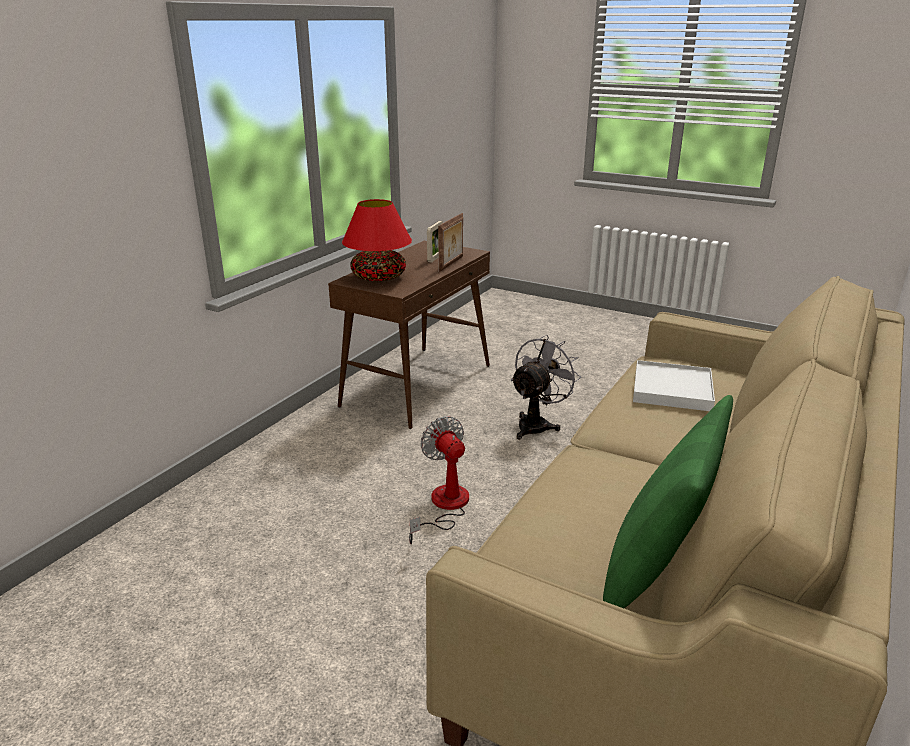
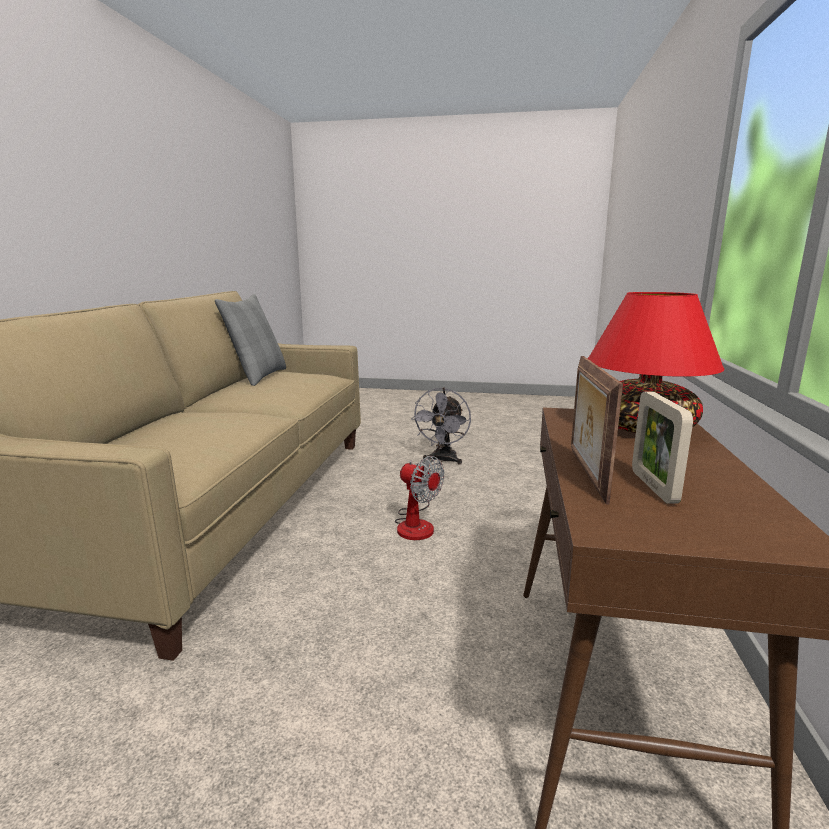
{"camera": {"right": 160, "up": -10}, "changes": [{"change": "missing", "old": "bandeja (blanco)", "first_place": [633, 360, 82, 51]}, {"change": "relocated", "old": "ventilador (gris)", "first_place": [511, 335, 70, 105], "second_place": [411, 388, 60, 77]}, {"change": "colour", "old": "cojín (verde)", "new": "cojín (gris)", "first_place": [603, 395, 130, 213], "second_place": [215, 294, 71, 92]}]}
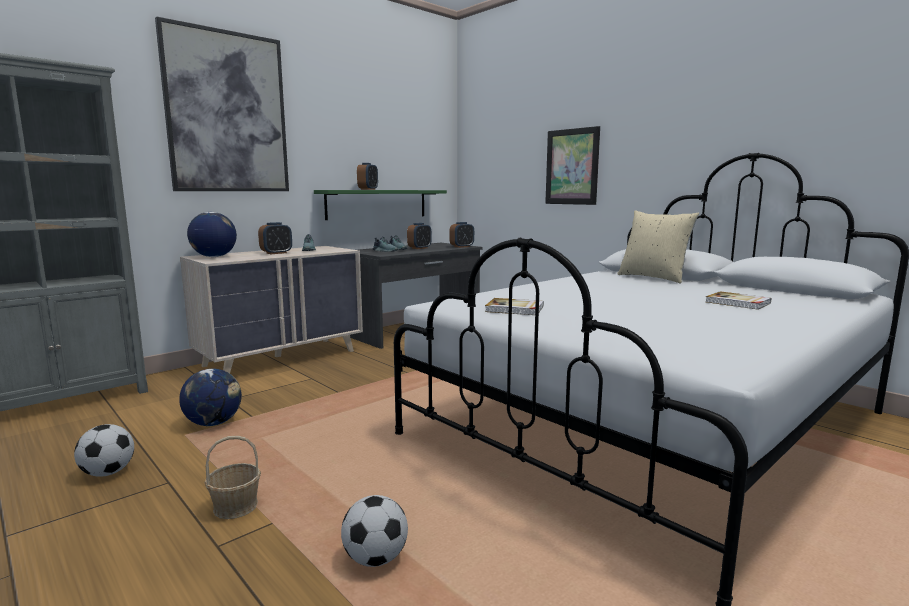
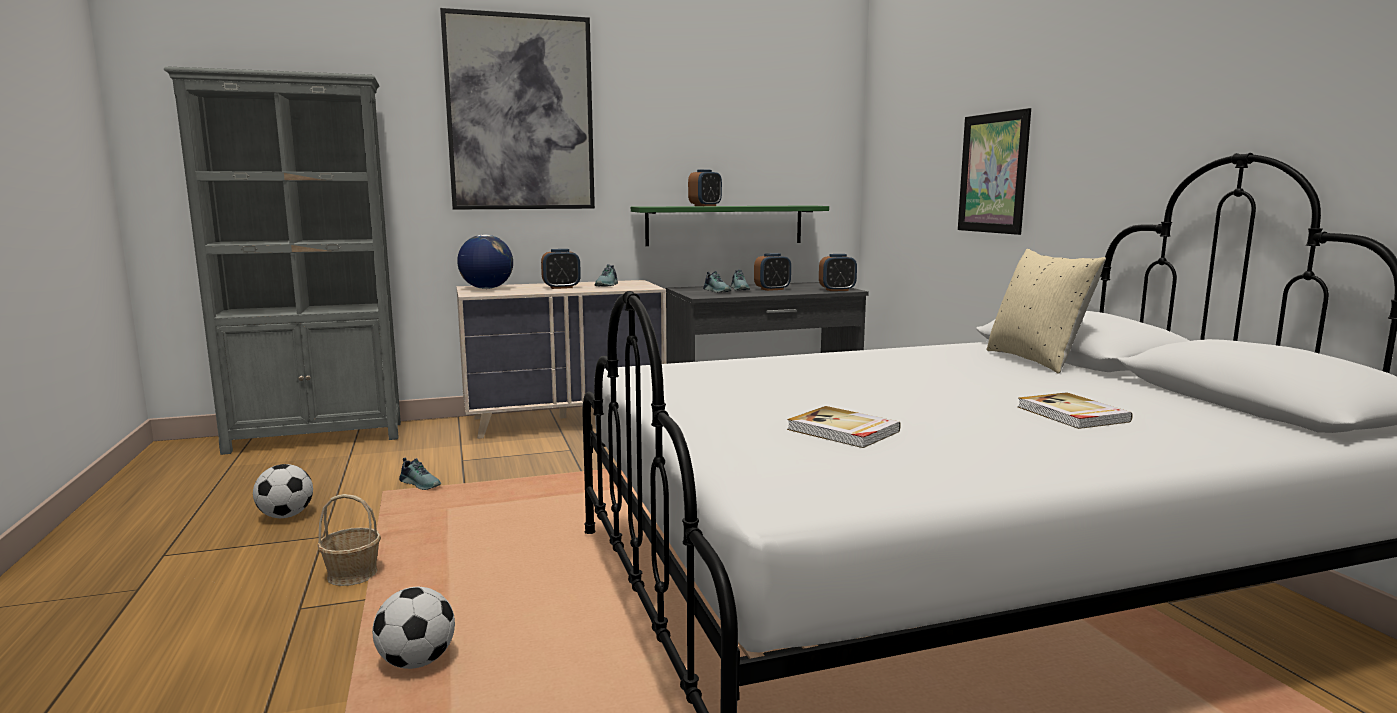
{"camera": {"right": 25, "up": 0}, "changes": [{"change": "relocated", "old": "libro", "first_place": [485, 298, 59, 17], "second_place": [787, 406, 114, 42]}, {"change": "exchanged", "old": "globo terráqueo", "new": "zapato", "first_place": [179, 369, 63, 57], "second_place": [399, 458, 42, 32]}]}
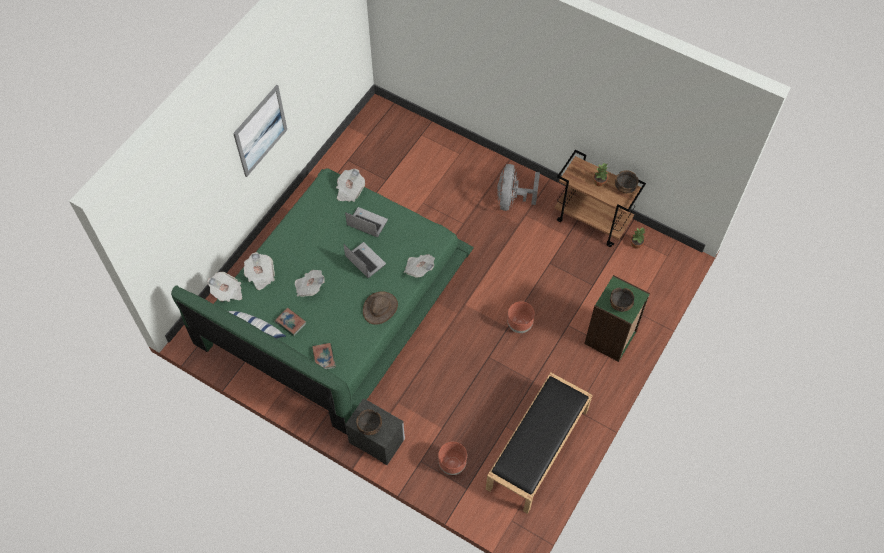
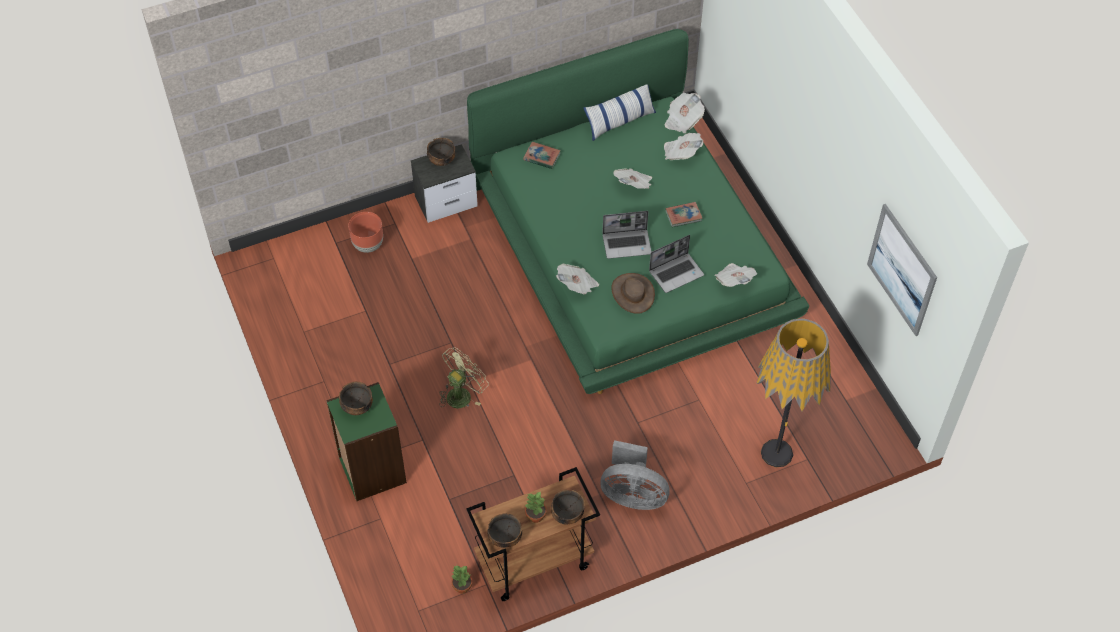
{"camera": {"right": 125, "up": -5}, "changes": [{"change": "missing", "old": "banco (negro)", "first_place": [486, 372, 107, 142]}, {"change": "appeared", "new": "cuenco", "second_place": [551, 489, 34, 36]}, {"change": "appeared", "new": "lámpara de pie", "second_place": [756, 319, 75, 148]}, {"change": "relocated", "old": "cuadro", "first_place": [233, 85, 54, 92], "second_place": [867, 204, 70, 132]}, {"change": "relocated", "old": "libro", "first_place": [275, 307, 31, 29], "second_place": [665, 202, 38, 26]}, {"change": "relocated", "old": "sombrero (marrón)", "first_place": [363, 291, 35, 34], "second_place": [611, 273, 44, 41]}, {"change": "exchanged", "old": "maceta (marrón)", "new": "ventilador (verde)", "first_place": [507, 301, 28, 32], "second_place": [439, 347, 50, 61]}, {"change": "spun", "old": "ventilador (gris)", "first_place": [497, 164, 43, 47], "second_place": [600, 440, 70, 70], "degrees": 150}]}
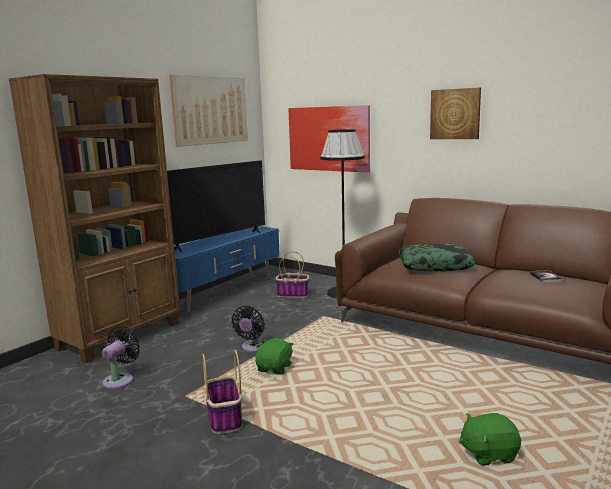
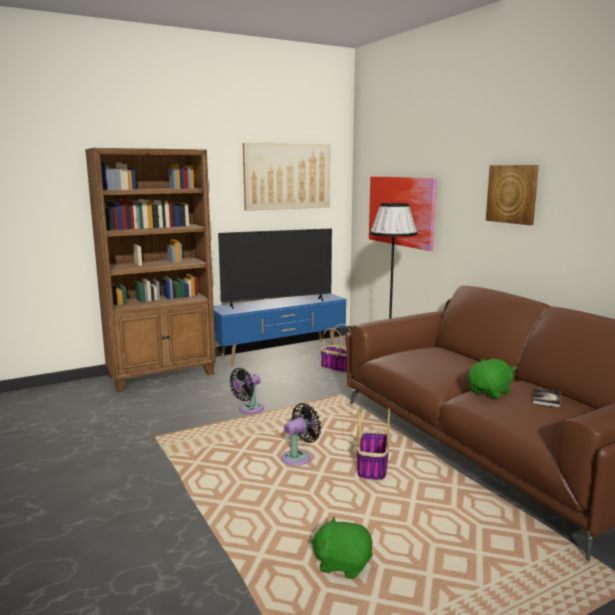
{"camera": {"right": 25, "up": 0}, "changes": [{"change": "missing", "old": "cojín", "first_place": [398, 244, 77, 27]}, {"change": "relocated", "old": "ventilador (negro)", "first_place": [102, 326, 38, 63], "second_place": [281, 403, 40, 63]}, {"change": "relocated", "old": "cesta", "first_place": [202, 350, 40, 84], "second_place": [356, 406, 34, 75]}, {"change": "relocated", "old": "peluche (verde)", "first_place": [255, 338, 39, 37], "second_place": [468, 358, 48, 41]}]}
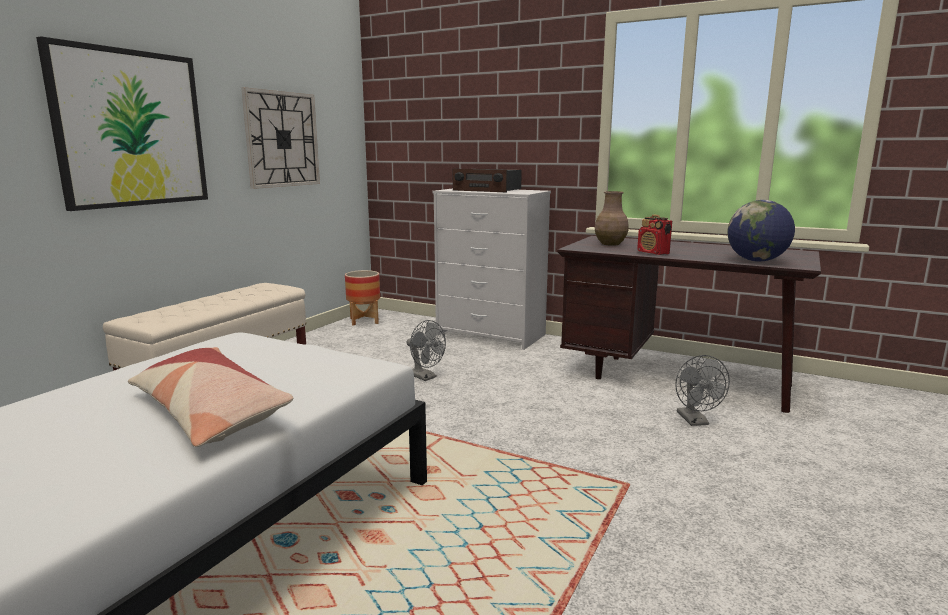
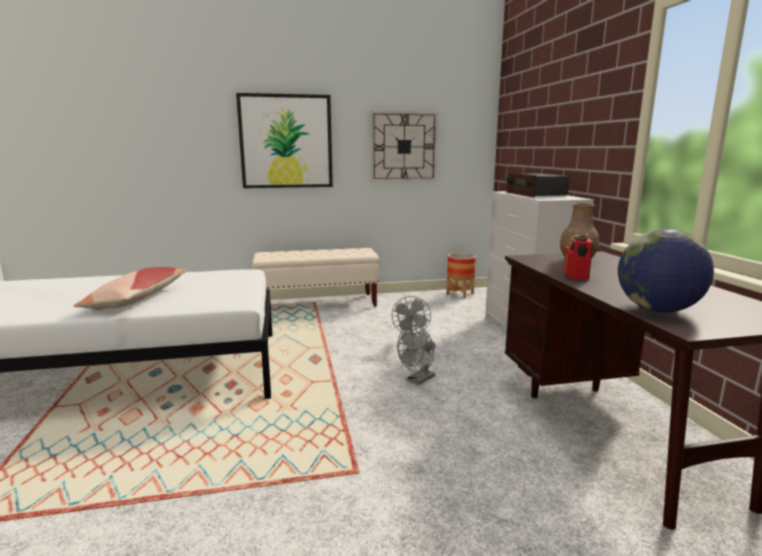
{"camera": {"right": 50, "up": 0}, "changes": [{"change": "relocated", "old": "ventilador (gris)", "first_place": [675, 355, 55, 71], "second_place": [397, 325, 39, 60]}]}
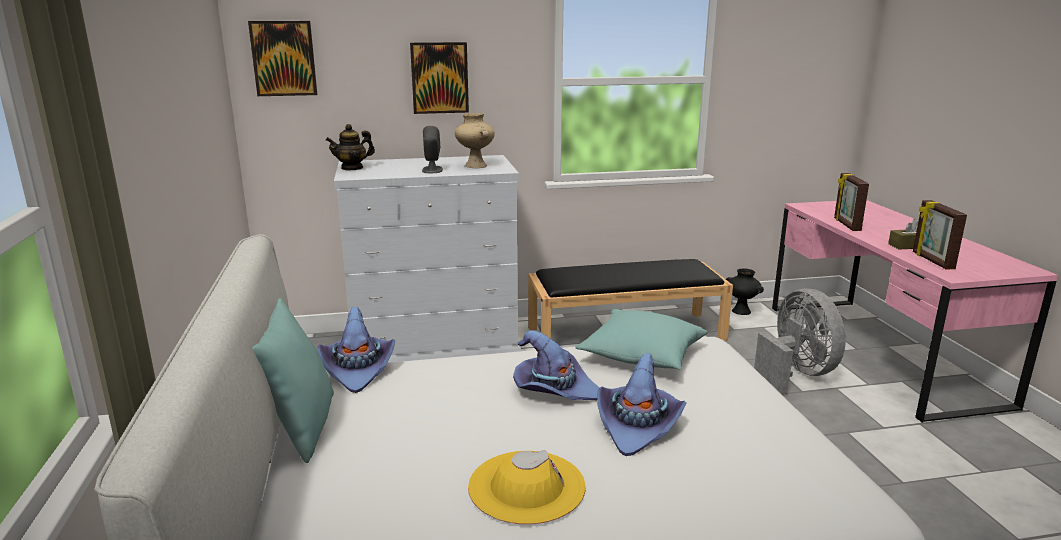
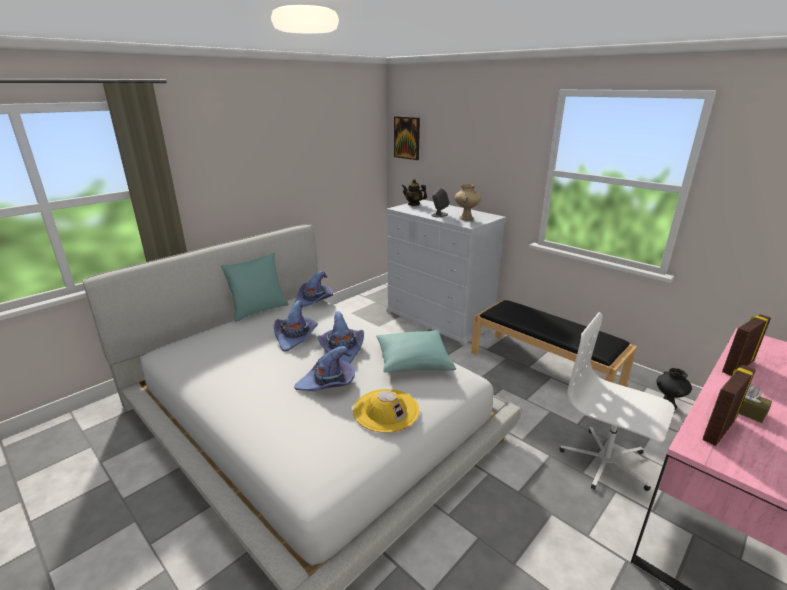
{"camera": {"right": 55, "up": 5}, "changes": [{"change": "missing", "old": "cuadro", "first_place": [410, 42, 59, 72]}, {"change": "appeared", "new": "sombrero (morado)", "second_place": [274, 300, 44, 52]}, {"change": "relocated", "old": "sombrero (amarillo)", "first_place": [468, 450, 118, 75], "second_place": [353, 389, 66, 44]}, {"change": "exchanged", "old": "ventilador (gris)", "new": "silla de oficina (blanco)", "first_place": [754, 288, 92, 107], "second_place": [559, 312, 116, 179]}]}
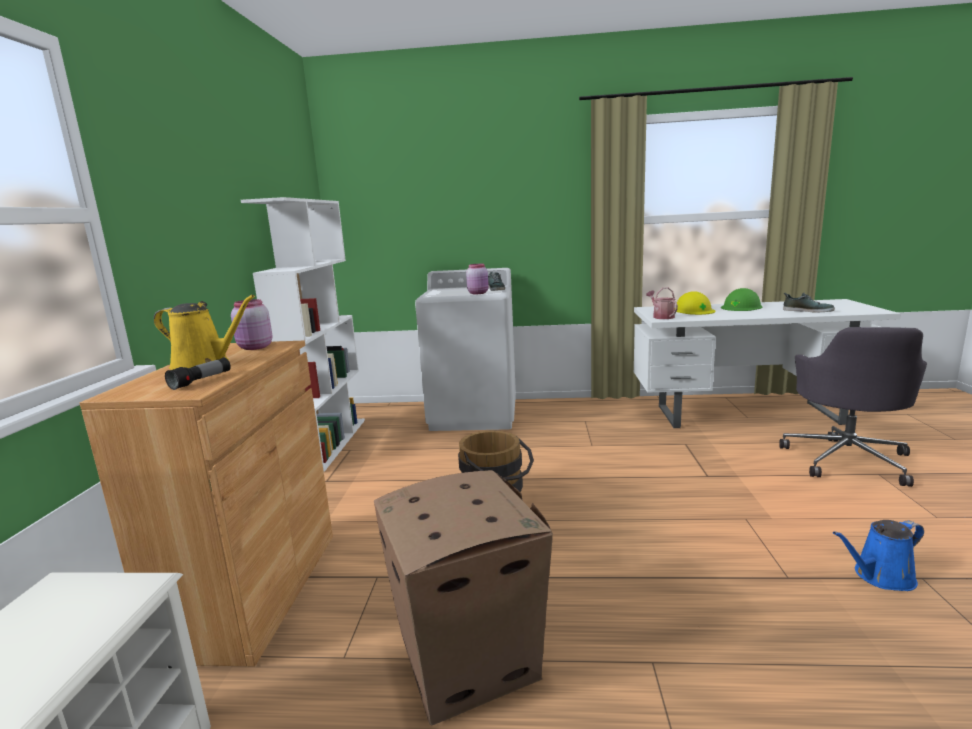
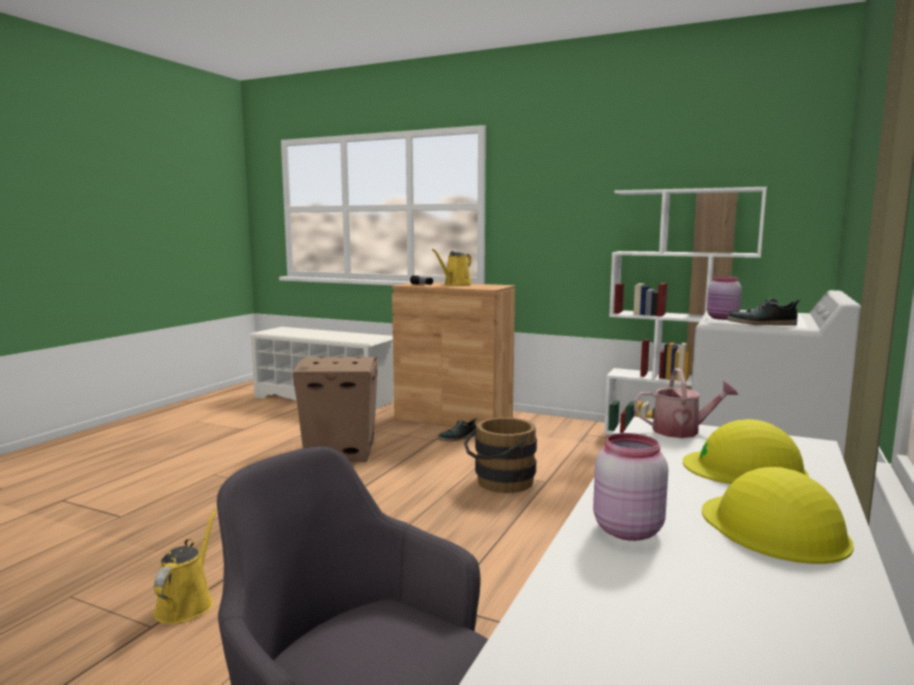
{"camera": {"right": 110, "up": -5}, "changes": [{"change": "relocated", "old": "tarro (rosa)", "first_place": [231, 299, 42, 51], "second_place": [593, 433, 75, 108]}, {"change": "relocated", "old": "zapato", "first_place": [783, 293, 52, 20], "second_place": [438, 418, 39, 23]}, {"change": "colour", "old": "casco (verde)", "new": "casco (amarillo)", "first_place": [721, 288, 41, 23], "second_place": [702, 467, 152, 97]}, {"change": "colour", "old": "regadera (azul)", "new": "regadera (amarillo)", "first_place": [833, 520, 91, 71], "second_place": [153, 509, 64, 115]}]}
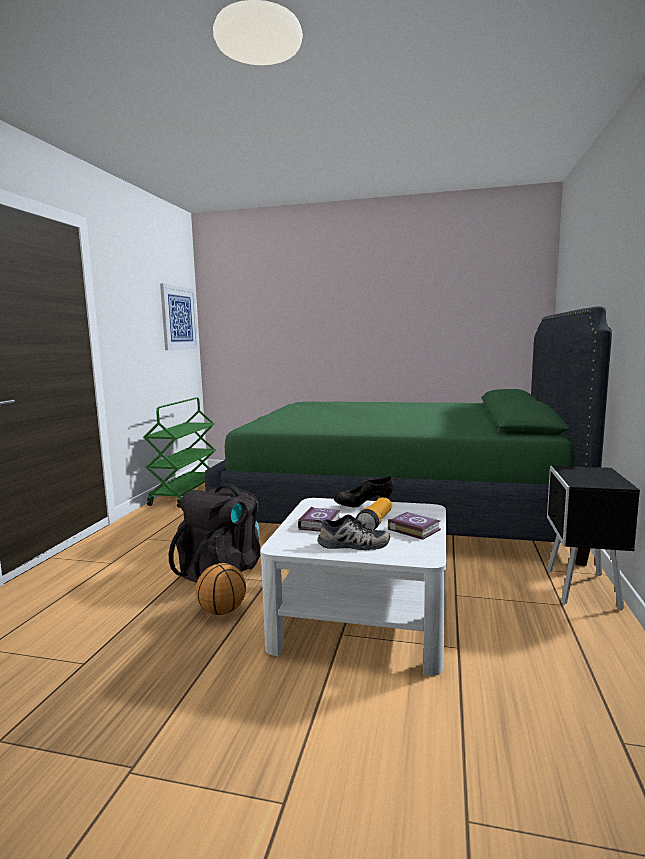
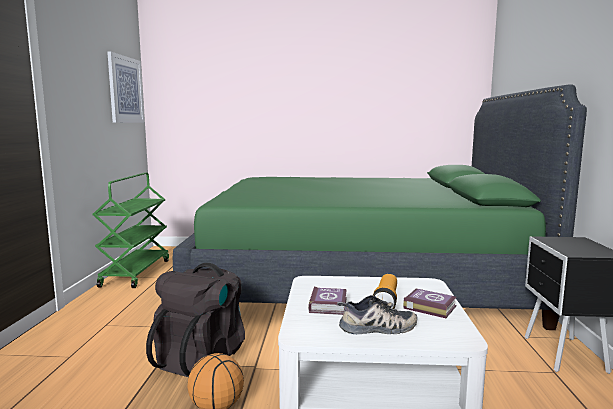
{"camera": {"right": -10, "up": 0}, "changes": [{"change": "missing", "old": "zapato (negro)", "first_place": [334, 476, 60, 31]}]}
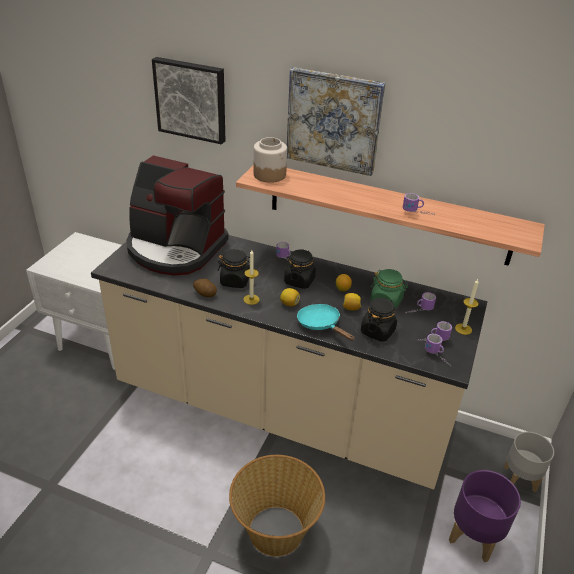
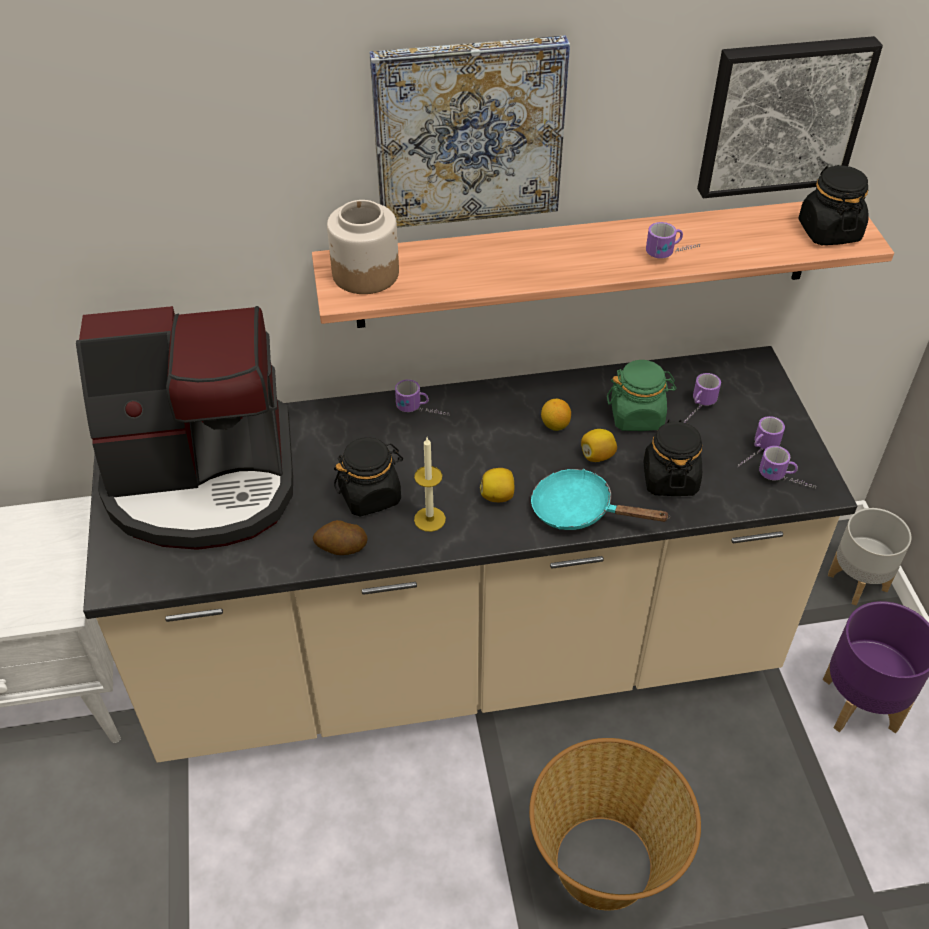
{"camera": {"right": -30, "up": 10}, "changes": [{"change": "missing", "old": "vela", "first_place": [455, 279, 24, 56]}, {"change": "relocated", "old": "cuadro", "first_place": [152, 57, 73, 88], "second_place": [697, 36, 186, 162]}, {"change": "relocated", "old": "tarro (negro)", "first_place": [284, 249, 32, 40], "second_place": [799, 165, 70, 80]}]}
